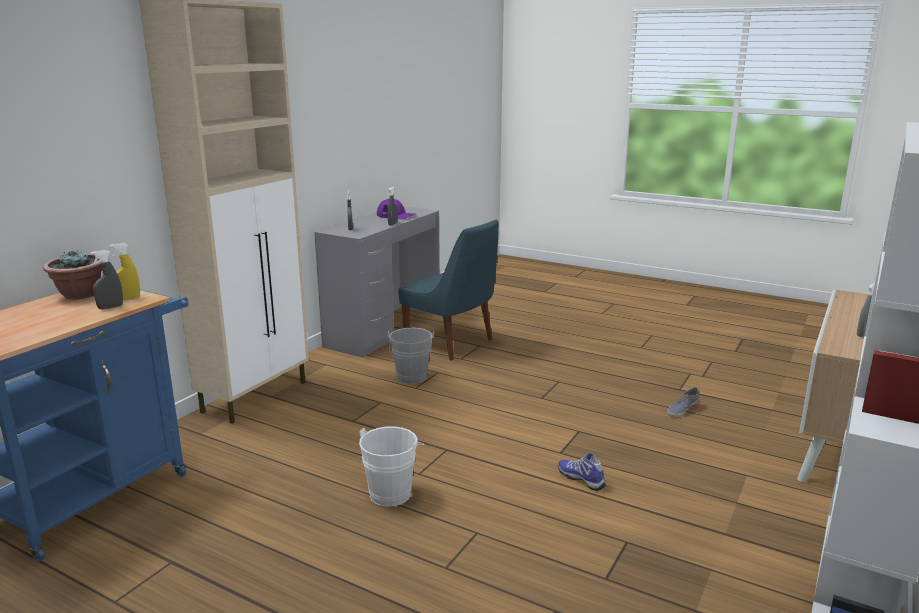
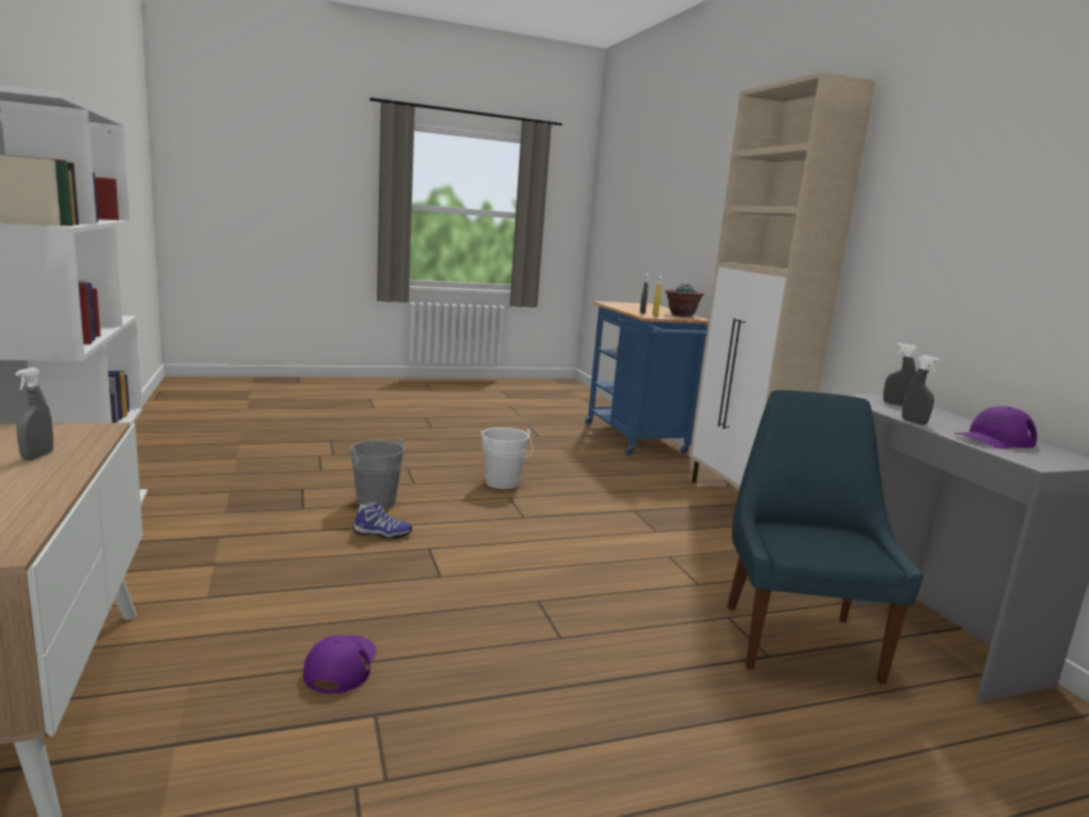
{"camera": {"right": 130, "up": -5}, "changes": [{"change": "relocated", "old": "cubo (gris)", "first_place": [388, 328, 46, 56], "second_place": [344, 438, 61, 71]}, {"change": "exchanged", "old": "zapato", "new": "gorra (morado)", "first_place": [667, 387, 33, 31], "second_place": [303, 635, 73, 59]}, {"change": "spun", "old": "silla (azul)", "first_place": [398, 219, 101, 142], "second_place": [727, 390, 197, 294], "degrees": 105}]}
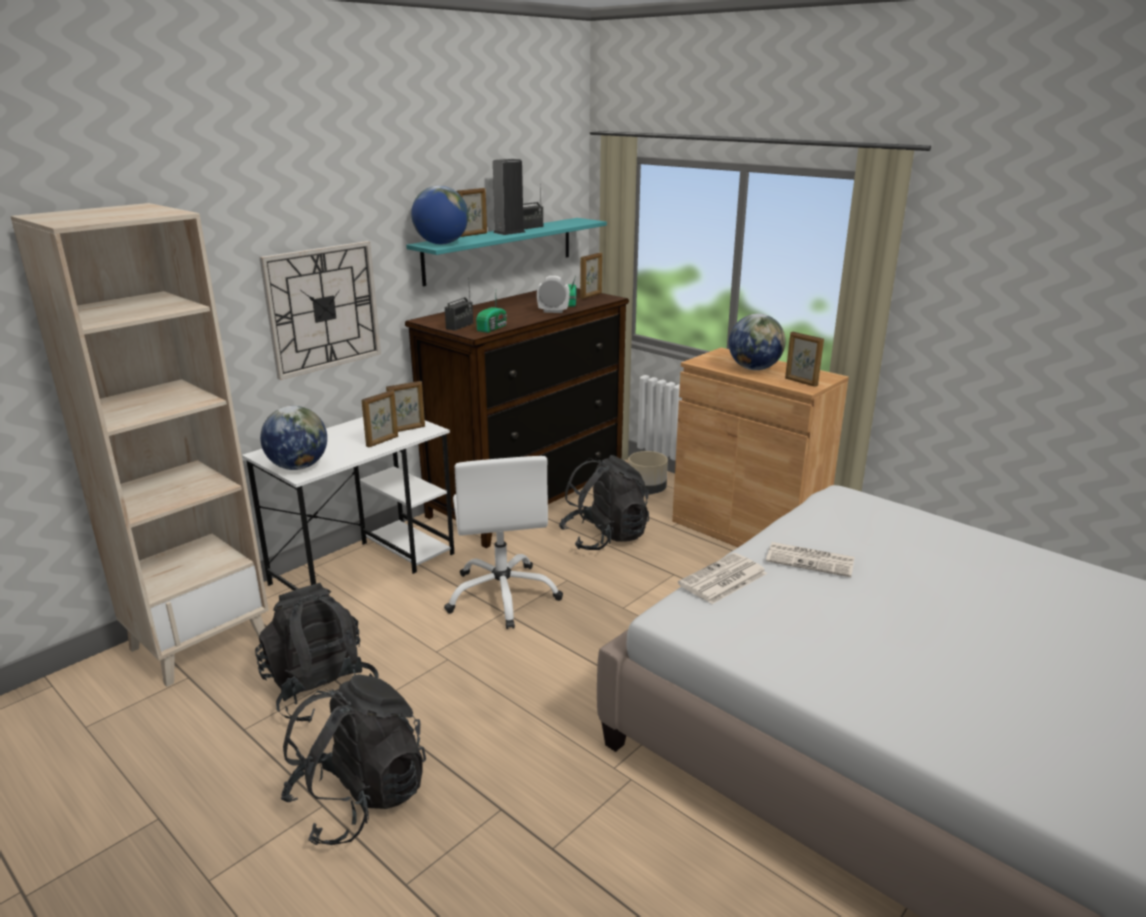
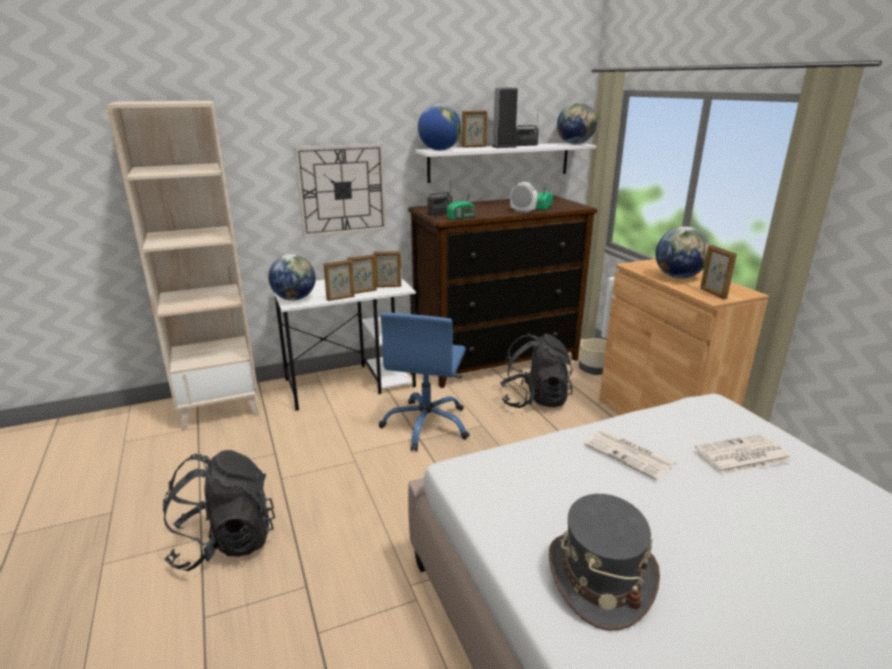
{"camera": {"right": 25, "up": 0}, "changes": [{"change": "missing", "old": "mochila (negro)", "first_place": [255, 583, 123, 140]}, {"change": "appeared", "new": "sombrero (gris)", "second_place": [549, 494, 111, 137]}, {"change": "appeared", "new": "globo terráqueo", "second_place": [557, 102, 40, 42]}, {"change": "relocated", "old": "portarretratos", "first_place": [580, 253, 22, 46], "second_place": [324, 260, 31, 41]}, {"change": "relocated", "old": "periódico", "first_place": [678, 553, 89, 51], "second_place": [695, 434, 97, 41]}, {"change": "colour", "old": "estante (turquesa)", "new": "estante (blanco)", "first_place": [406, 218, 201, 68], "second_place": [415, 143, 181, 40]}, {"change": "colour", "old": "silla de oficina (blanco)", "new": "silla de oficina (azul)", "first_place": [444, 456, 119, 173], "second_place": [379, 313, 91, 138]}]}
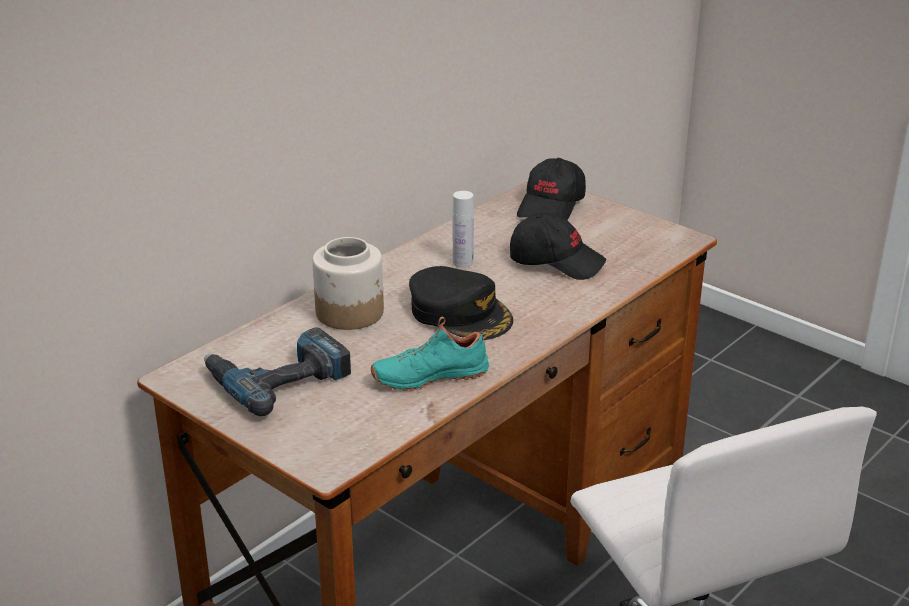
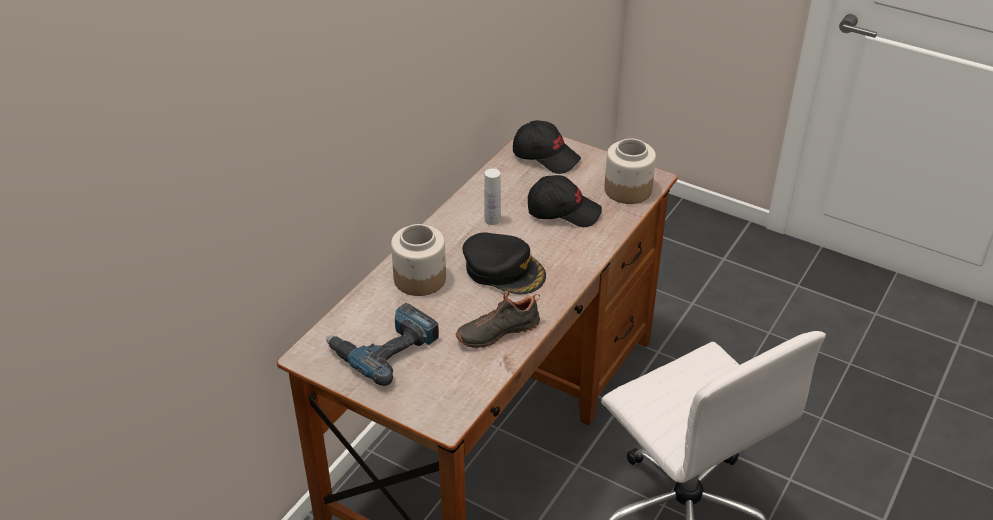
{"camera": {"right": -10, "up": 10}, "changes": [{"change": "appeared", "new": "tarro", "second_place": [604, 139, 52, 65]}, {"change": "colour", "old": "zapato (turquesa)", "new": "zapato (negro)", "first_place": [371, 316, 118, 75], "second_place": [456, 291, 84, 58]}, {"change": "spun", "old": "gorra (negro)", "first_place": [517, 158, 69, 62], "second_place": [513, 120, 68, 54], "degrees": -75}]}
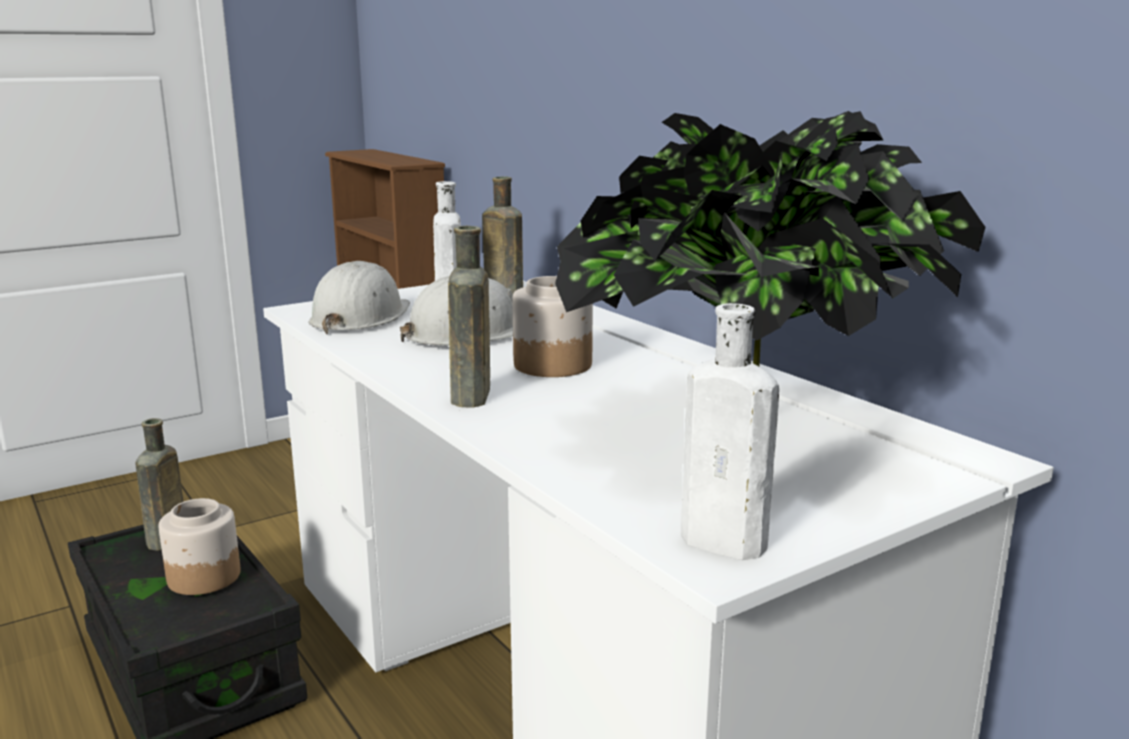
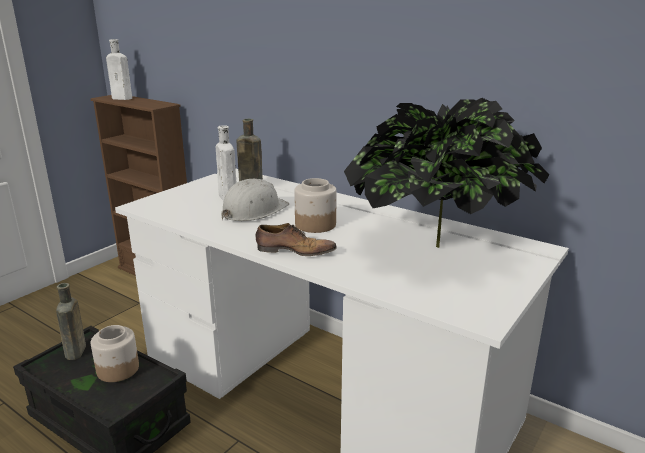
{"camera": {"right": -20, "up": 5}, "changes": [{"change": "missing", "old": "casco (blanco)", "first_place": [309, 261, 101, 73]}, {"change": "relocated", "old": "botella (blanco)", "first_place": [681, 303, 98, 257], "second_place": [106, 39, 26, 61]}, {"change": "exchanged", "old": "botella (marrón)", "new": "zapato", "first_place": [448, 226, 42, 181], "second_place": [256, 223, 81, 33]}]}
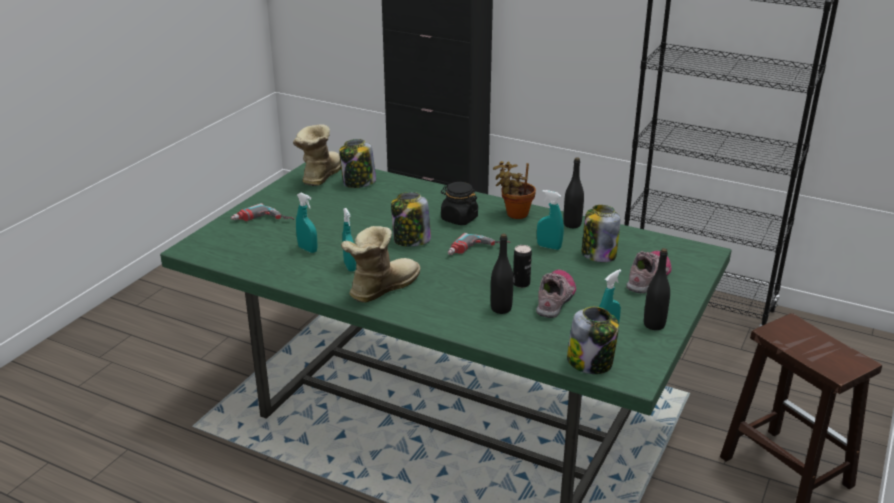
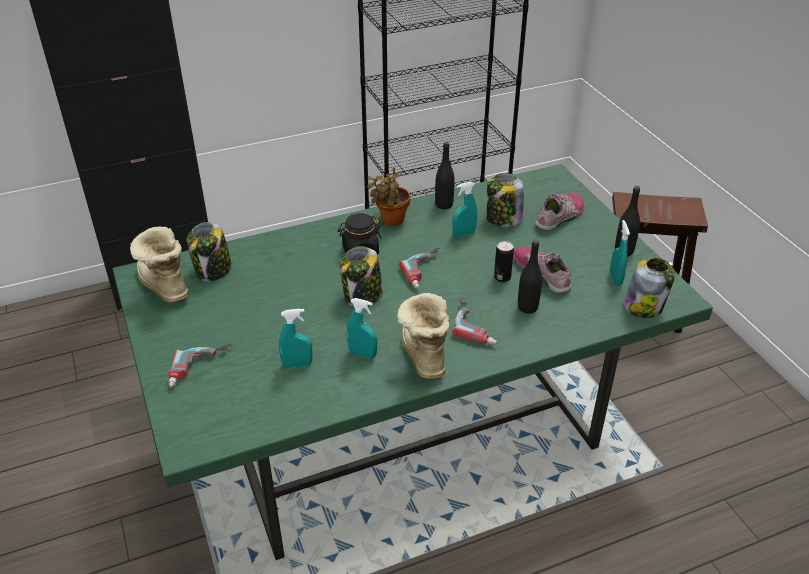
{"camera": {"right": -50, "up": 10}, "changes": [{"change": "appeared", "new": "taladro", "second_place": [452, 298, 45, 47]}, {"change": "spun", "old": "zapato", "first_place": [627, 251, 45, 42], "second_place": [535, 192, 49, 40], "degrees": 60}]}
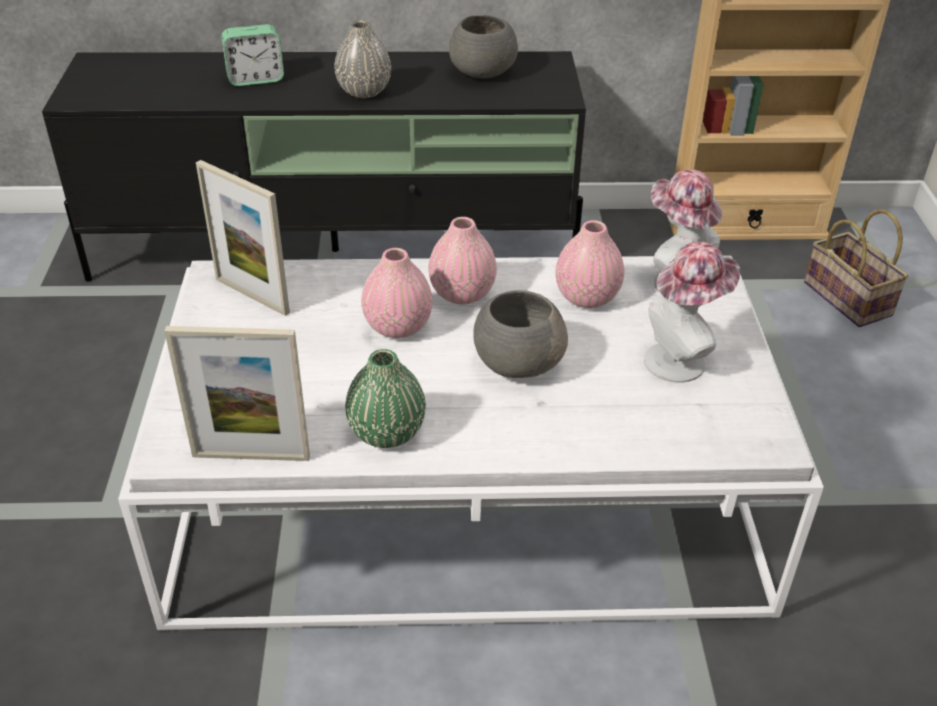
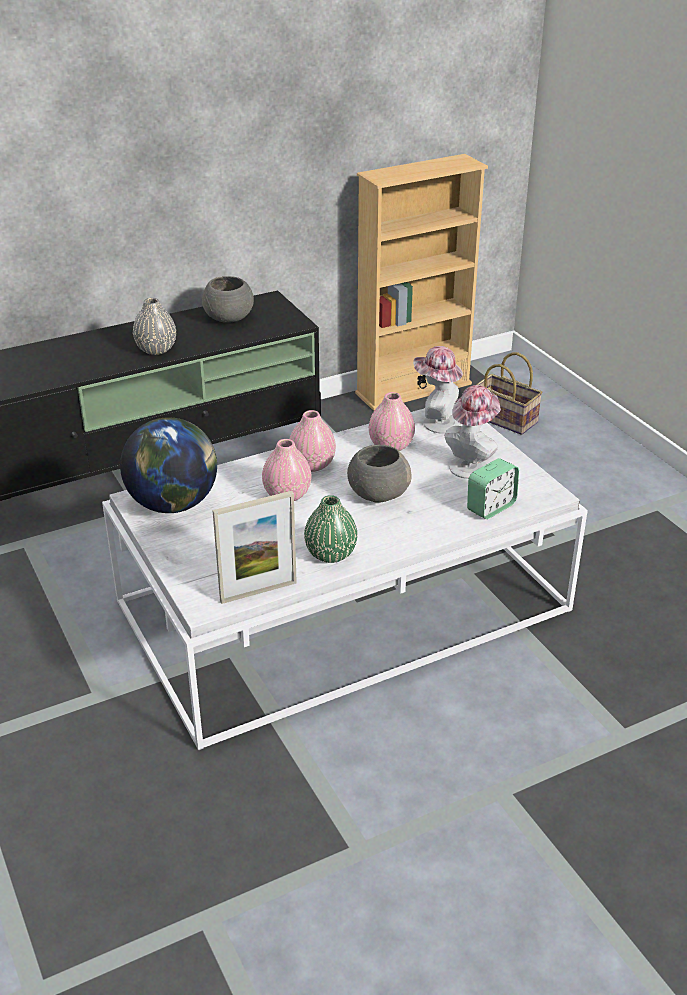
{"camera": {"right": -25, "up": -5}, "changes": [{"change": "relocated", "old": "despertador", "first_place": [221, 24, 63, 62], "second_place": [467, 458, 52, 61]}, {"change": "exchanged", "old": "portarretratos", "new": "globo terráqueo", "first_place": [196, 160, 94, 156], "second_place": [120, 417, 97, 96]}]}
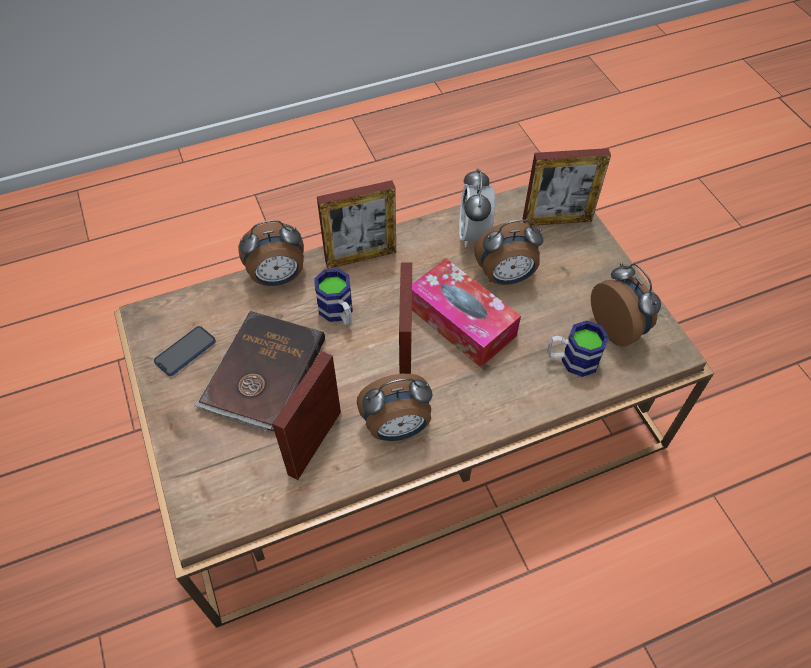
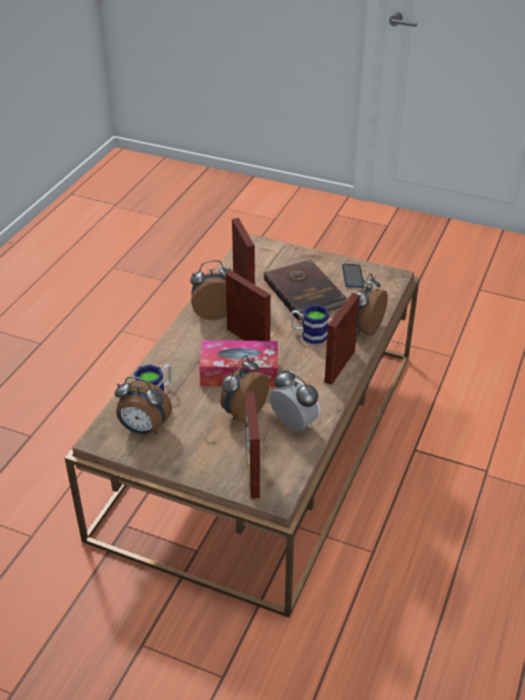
{"camera": {"right": 135, "up": -15}, "changes": [{"change": "spun", "old": "despertador", "first_place": [357, 374, 76, 67], "second_place": [190, 260, 41, 60], "degrees": 45}, {"change": "spun", "old": "portarretratos", "first_place": [523, 148, 88, 78], "second_place": [245, 391, 15, 107], "degrees": -45}]}
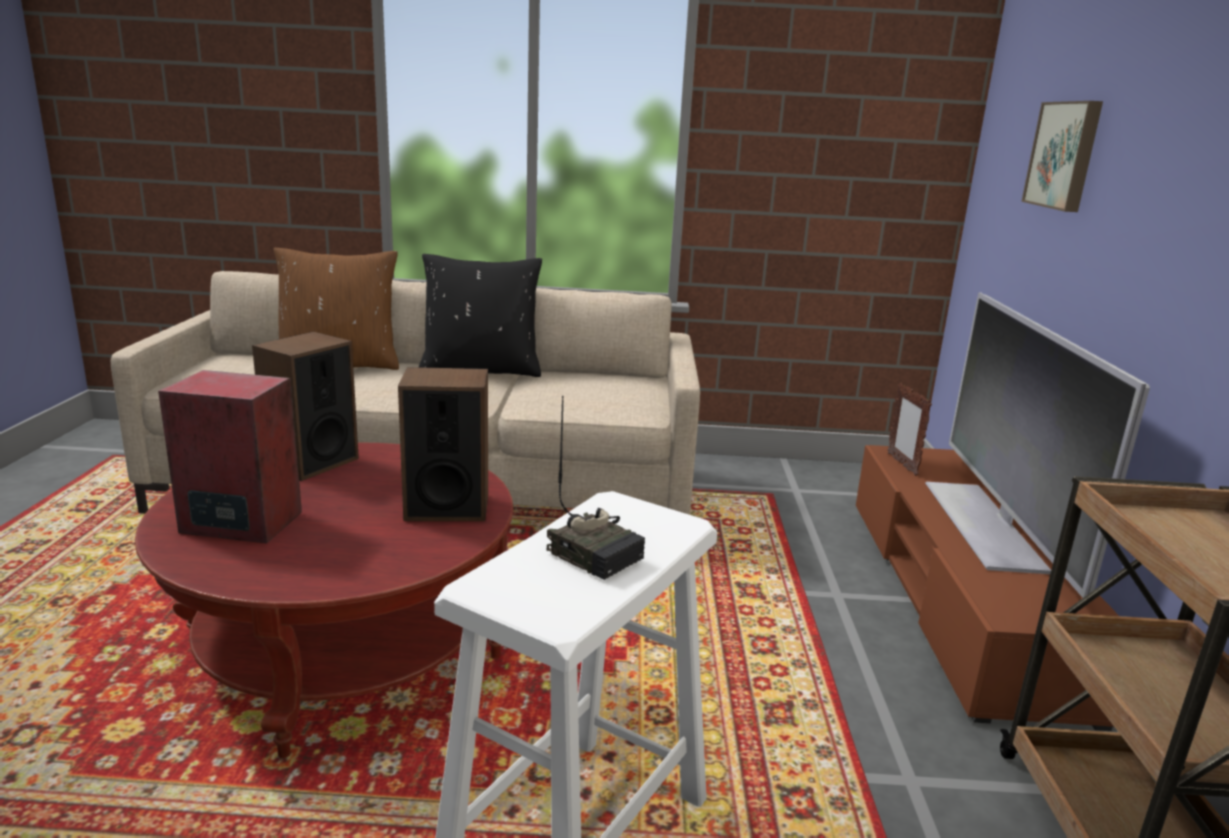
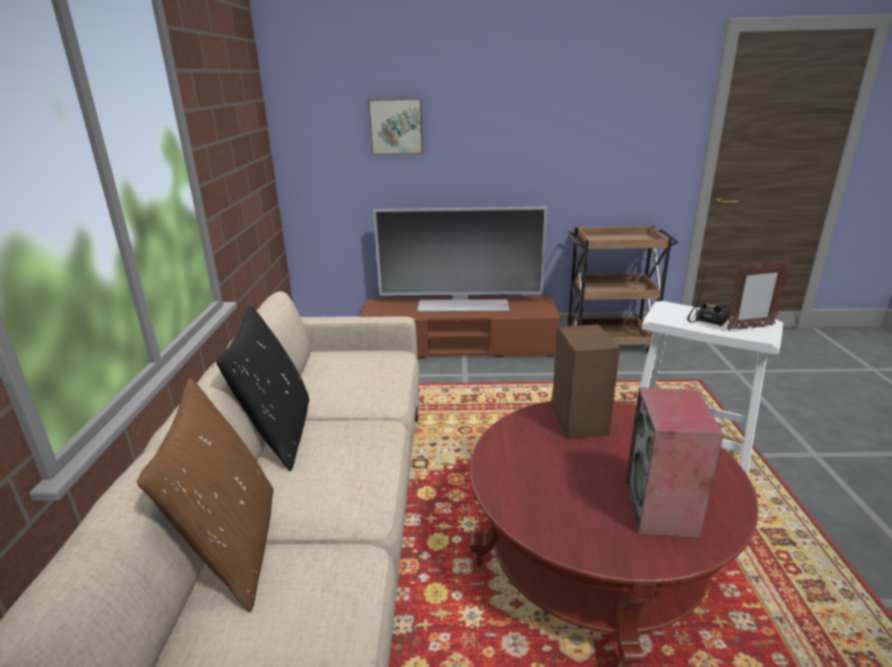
{"camera": {"right": -90, "up": 5}, "changes": [{"change": "missing", "old": "altavoz", "first_place": [252, 332, 107, 149]}, {"change": "relocated", "old": "portarretratos", "first_place": [887, 382, 45, 94], "second_place": [726, 260, 65, 71]}]}
